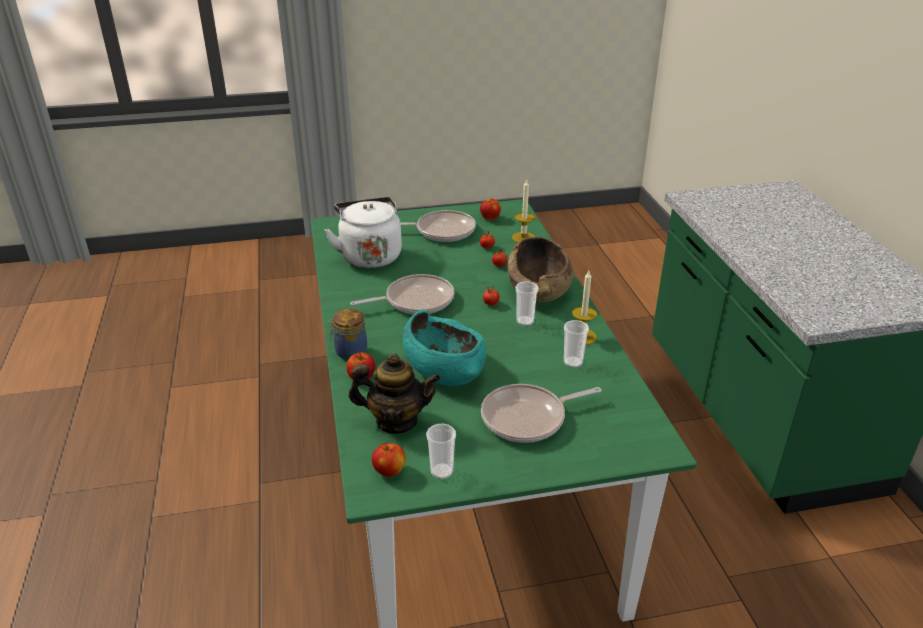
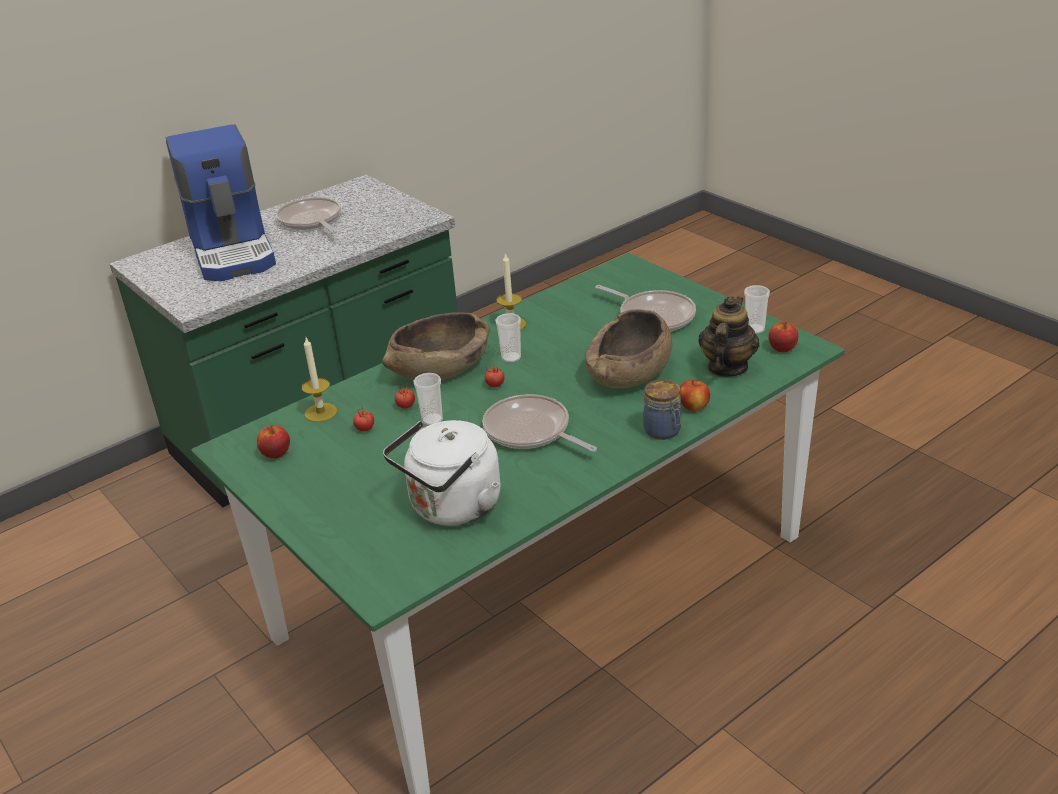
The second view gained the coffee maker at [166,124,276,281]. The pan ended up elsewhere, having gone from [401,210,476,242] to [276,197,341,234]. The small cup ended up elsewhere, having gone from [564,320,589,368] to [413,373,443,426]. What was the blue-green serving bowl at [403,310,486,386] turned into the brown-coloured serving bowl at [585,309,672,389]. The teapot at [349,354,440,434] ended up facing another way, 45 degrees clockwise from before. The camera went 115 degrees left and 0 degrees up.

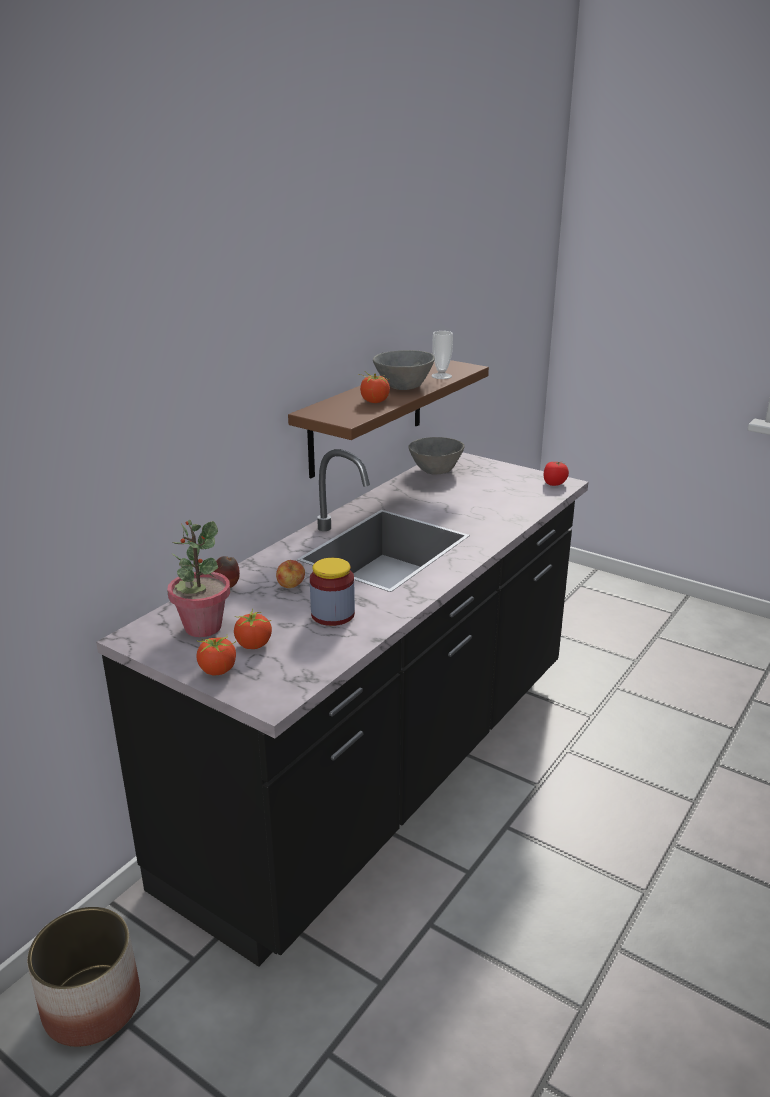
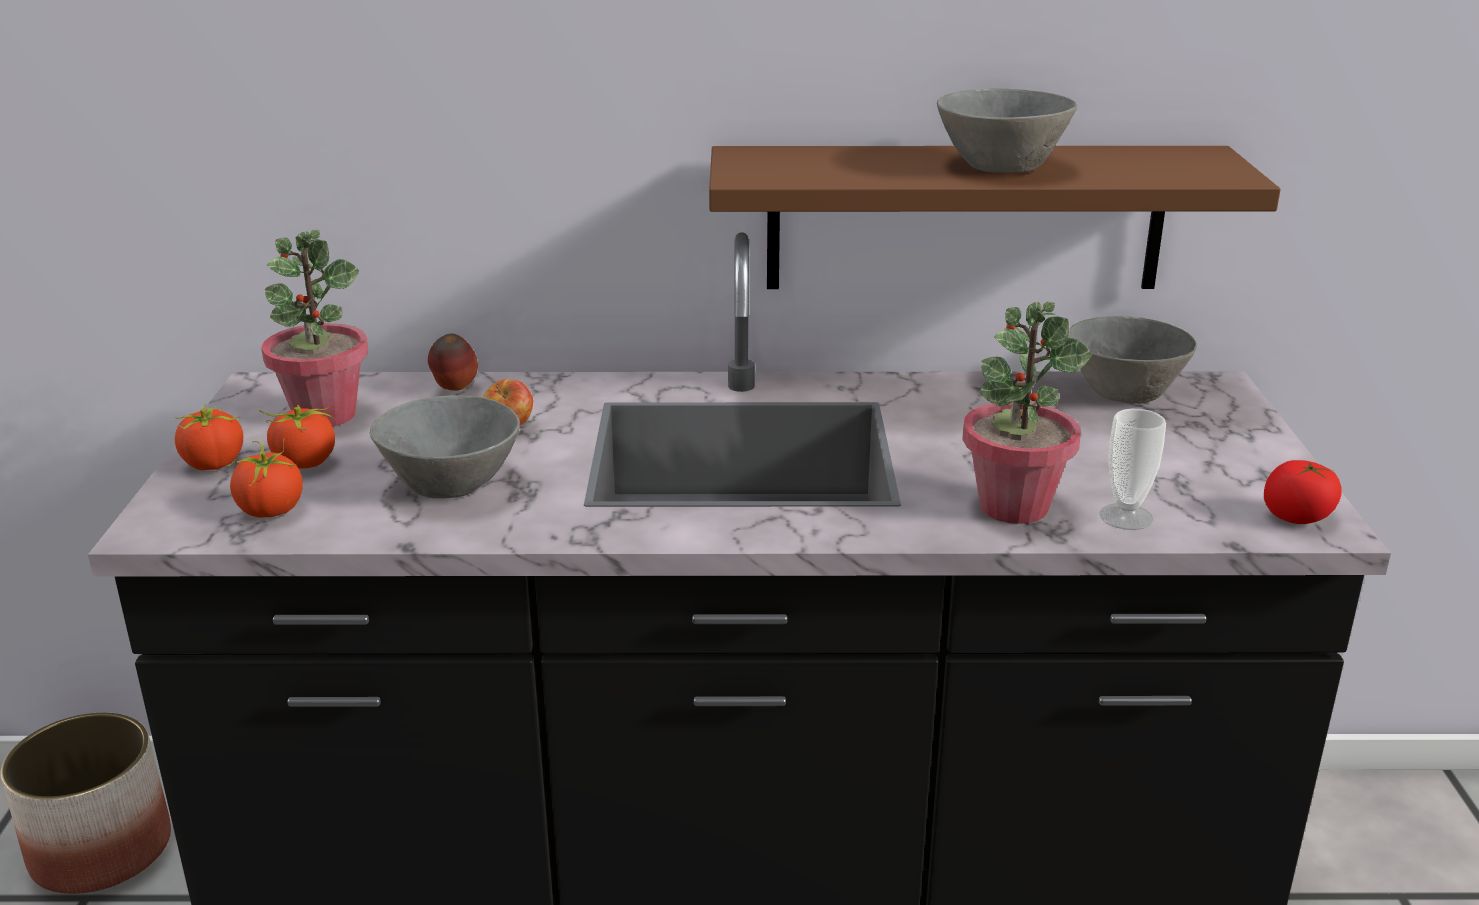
The second view gained the potted plant at [962,302,1092,524]. The fresh tomato ended up elsewhere, having gone from [359,371,390,403] to [226,438,303,518]. The small cup ended up elsewhere, having gone from [431,331,453,379] to [1099,409,1166,530]. Where the jar stood at [310,558,355,626], the grey serving bowl came to stand at [370,395,520,499]. The camera went 55 degrees right and 0 degrees up.

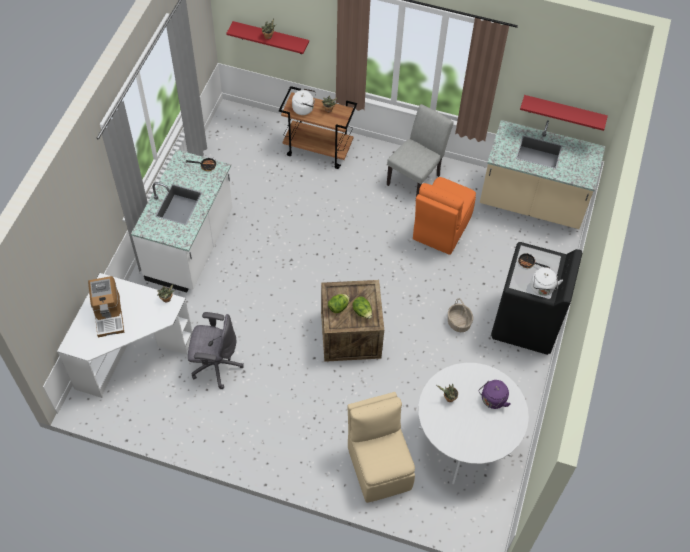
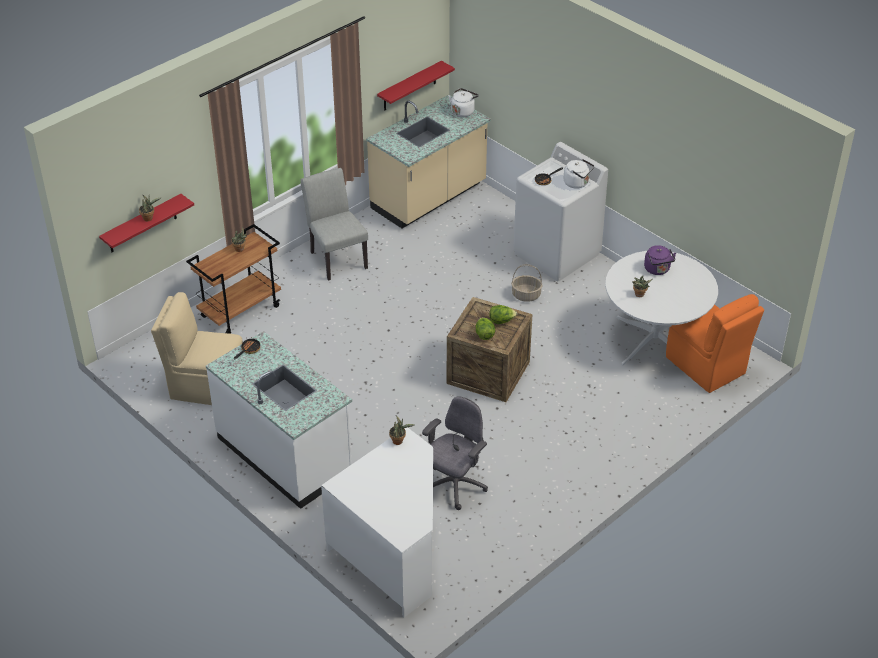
The second view lost the coffee maker at [88,276,124,337]. The whitish kettle ended up elsewhere, having gone from [292,88,316,115] to [448,88,479,117]. The beige upright chair ended up elsewhere, having gone from [348,392,415,503] to [151,292,243,405]. The orangey upright chair ended up elsewhere, having gone from [413,177,476,255] to [666,294,764,393]. What was the black laundry machine at [491,242,582,355] turned into the whitish laundry machine at [513,142,608,281]. The camera went 60 degrees left and 15 degrees down.

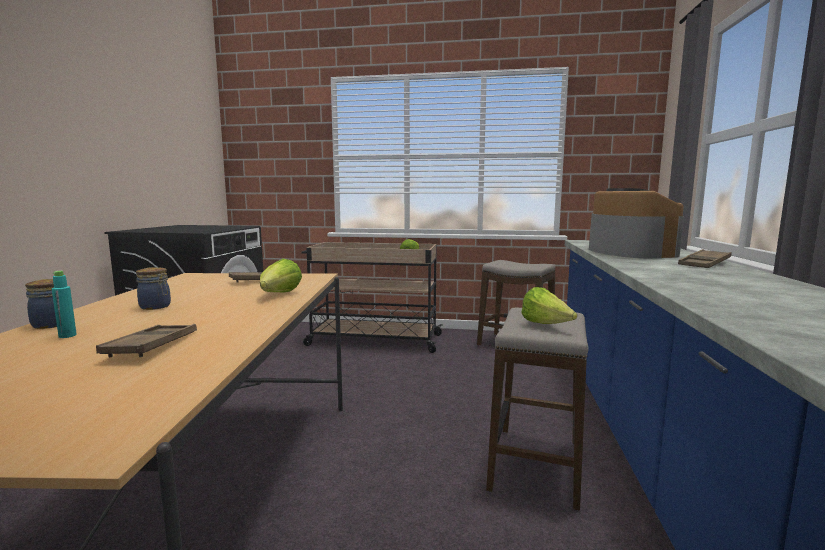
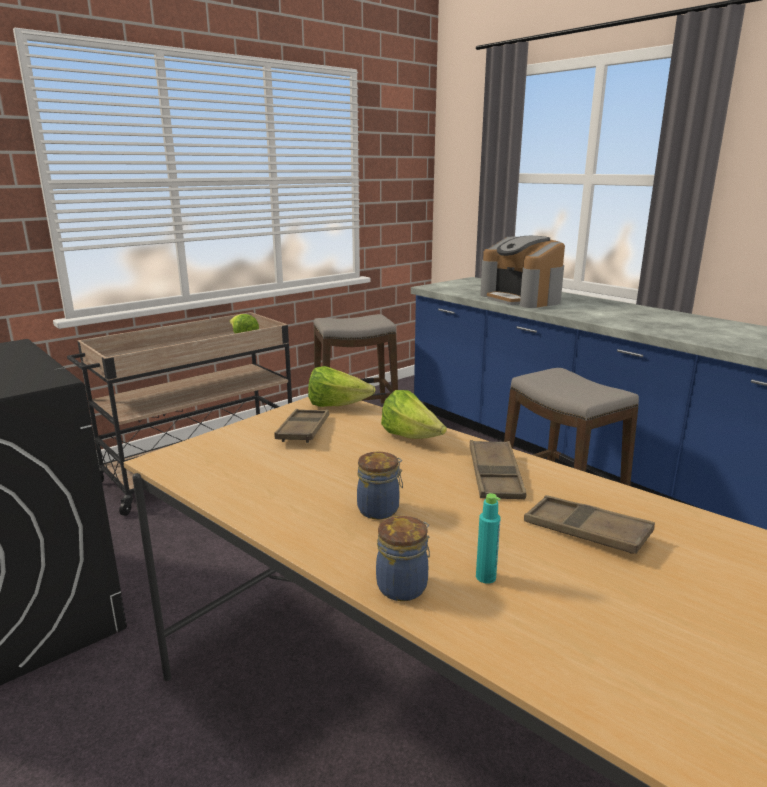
The lettuce head ended up elsewhere, having gone from [522,287,577,324] to [308,366,376,407]. The brown-coloured tray ended up elsewhere, having gone from [678,249,732,268] to [470,440,526,500]. The coffee maker at [589,188,684,258] ended up facing another way, 150 degrees counterclockwise from before. The camera went 50 degrees left and 10 degrees up.

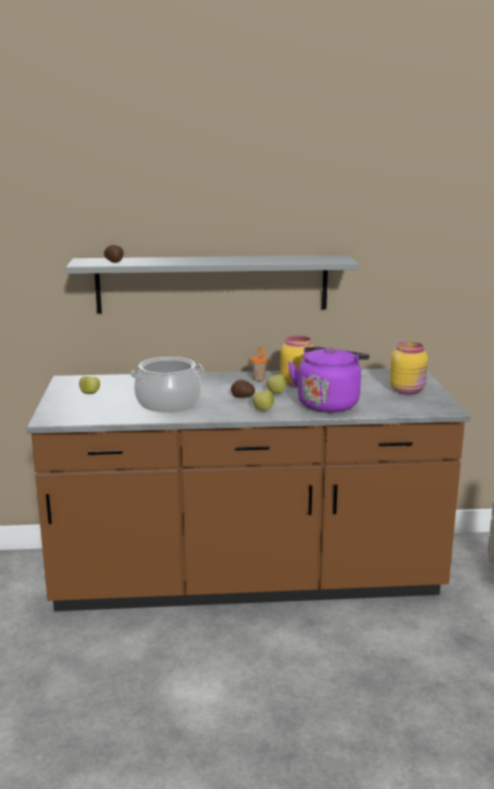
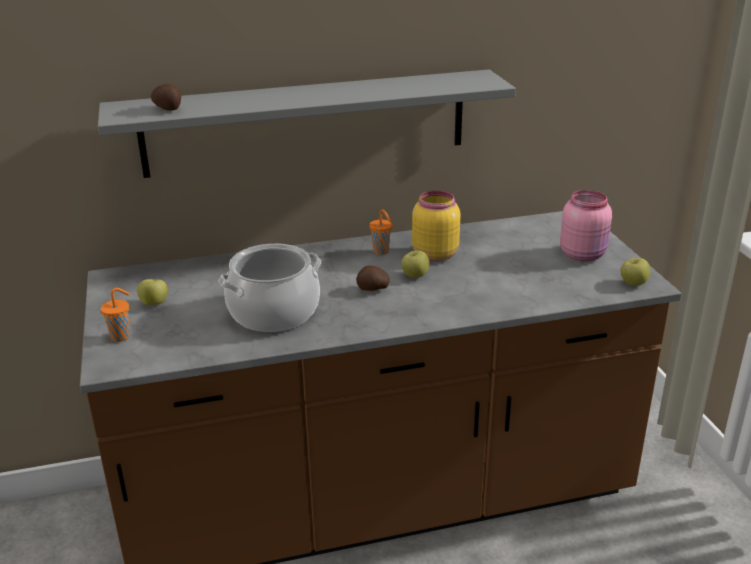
The second view lost the purple-coloured kettle at [288,346,369,412]. The second view gained the orangey small cup at [101,288,130,342]. The apple ended up elsewhere, having gone from [252,390,274,411] to [621,258,650,286]. What was the yellowish jar at [390,342,428,395] turned into the pink jar at [560,190,612,262]. The camera went 10 degrees left and 10 degrees up.

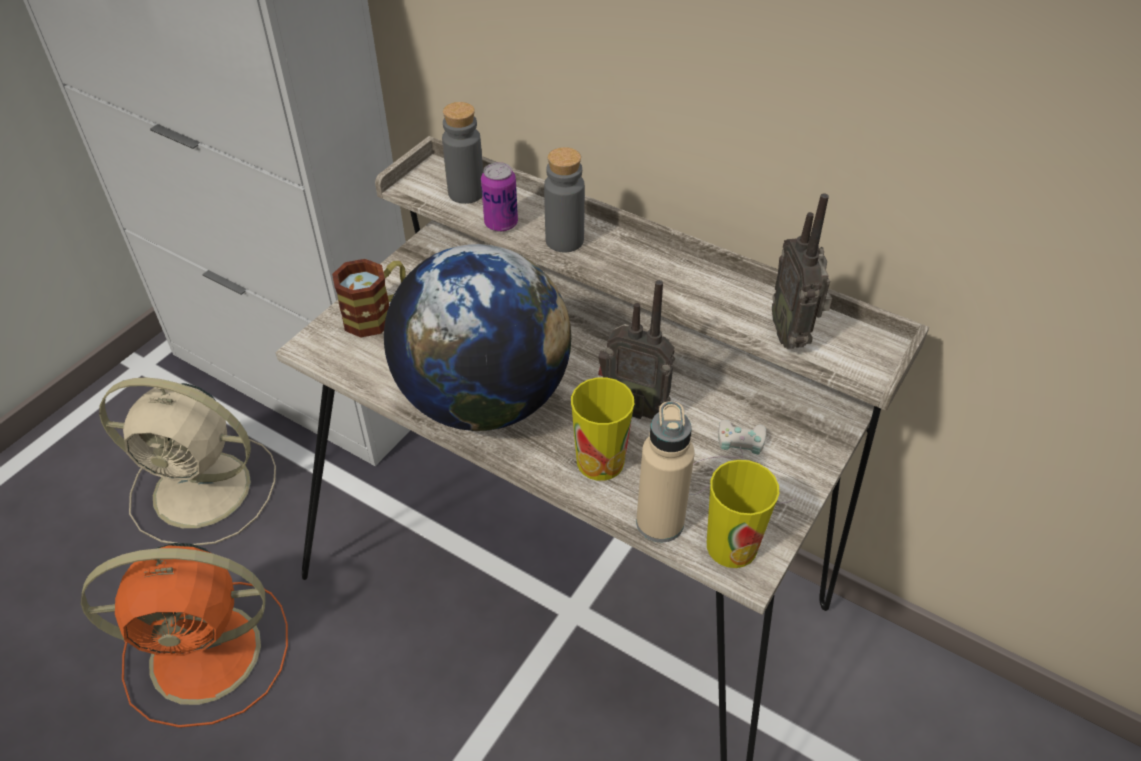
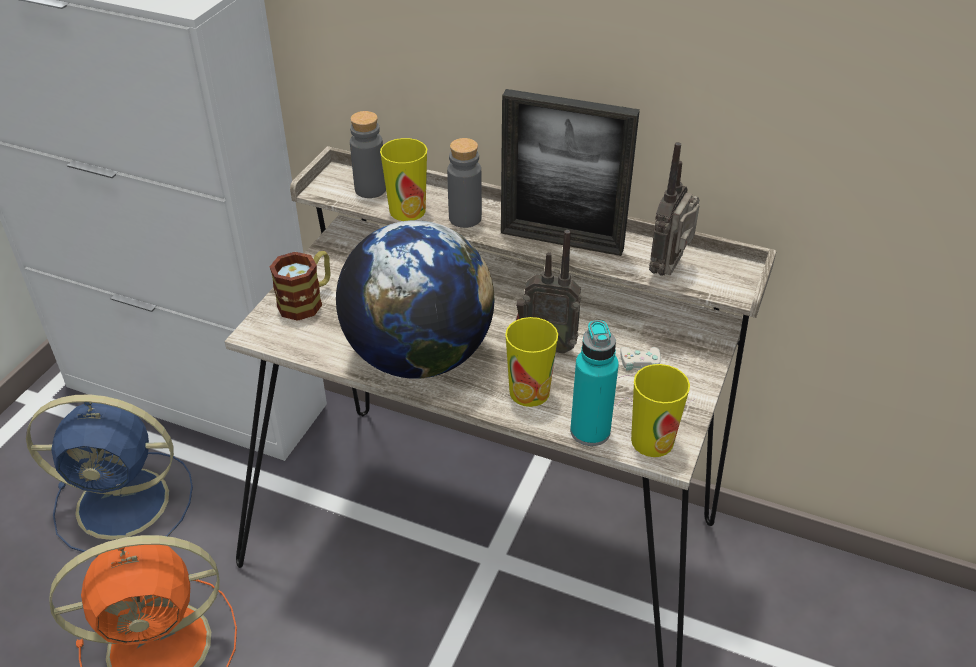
The second view gained the picture frame at [501,89,640,256]. Where the metal can stood at [481,162,518,232], the small cup came to stand at [380,138,427,221]. What was the beige cooling fan at [99,378,276,546] turned into the blue-coloured cooling fan at [26,394,193,552]. What was the beige drink bottle at [636,401,695,543] turned into the blue-green drink bottle at [570,320,619,446]. The radio receiver at [772,193,832,349] ended up facing another way, 45 degrees clockwise from before. The camera went 10 degrees left and 5 degrees down.

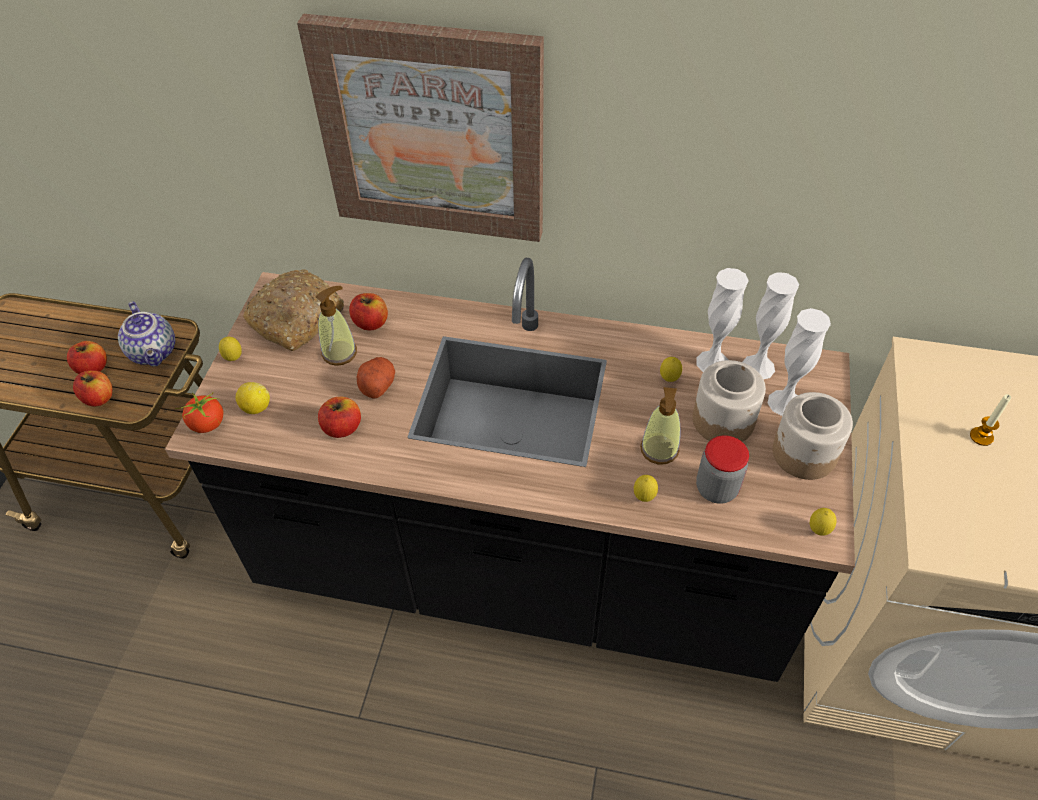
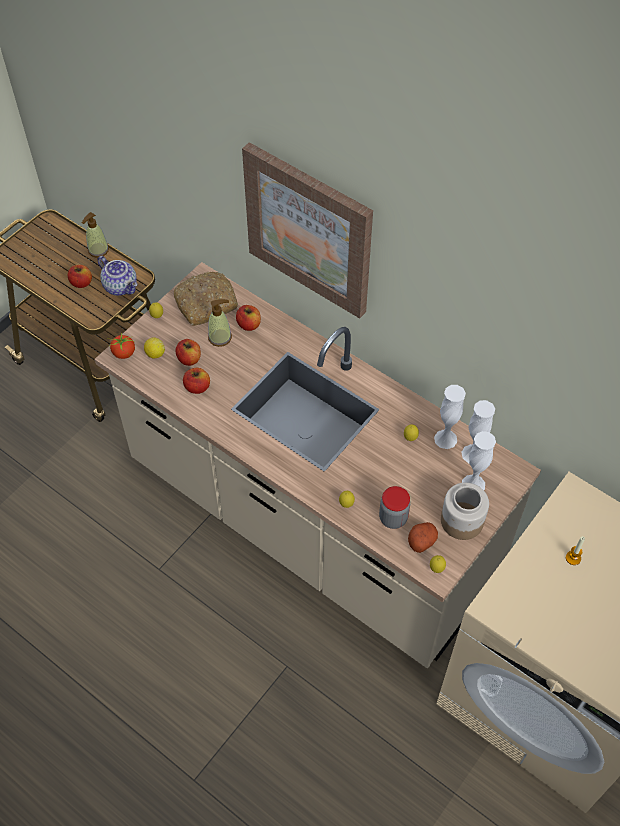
The second view lost the jar at [693,360,766,442]. The apple ended up elsewhere, having gone from [73,370,113,407] to [176,339,201,366]. The whole potato ended up elsewhere, having gone from [357,357,395,398] to [408,522,438,553]. The soap bottle ended up elsewhere, having gone from [640,387,680,465] to [82,212,109,257]. What was the black counter at [165,258,855,682] turned into the beige counter at [95,262,541,668]. The teapot at [118,302,175,366] ended up facing another way, 45 degrees counterclockwise from before. The camera went 25 degrees right and 5 degrees up.

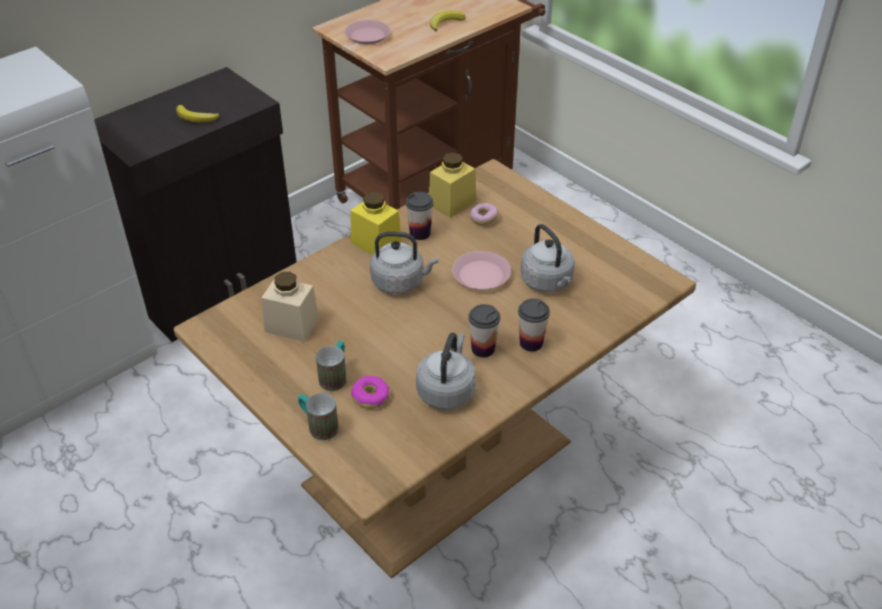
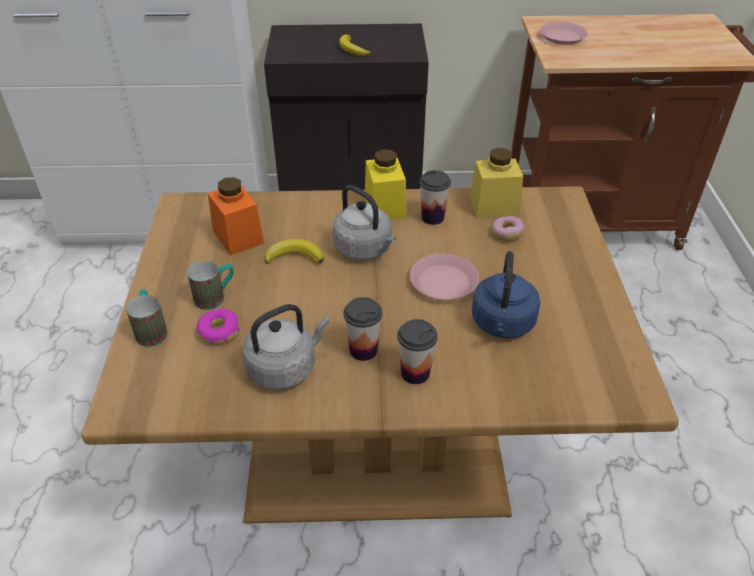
The whole banana ended up elsewhere, having gone from [430,11,466,32] to [265,239,324,264]. What was the beige jar at [261,272,319,342] turned into the orangey jar at [208,177,264,255]. What was the grey kettle at [521,224,575,292] turned into the blue-coloured kettle at [472,251,541,338]. The camera went 40 degrees right and 0 degrees up.

